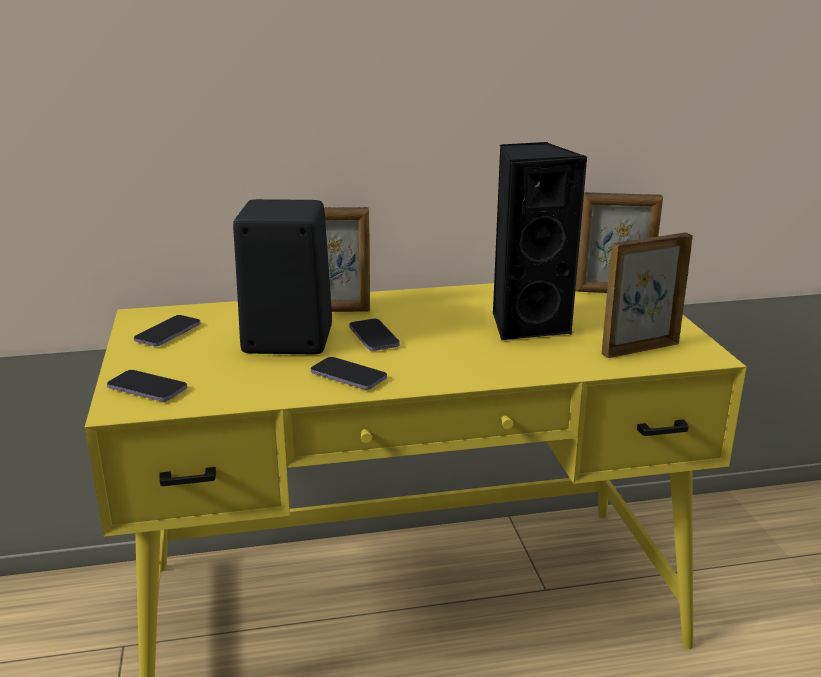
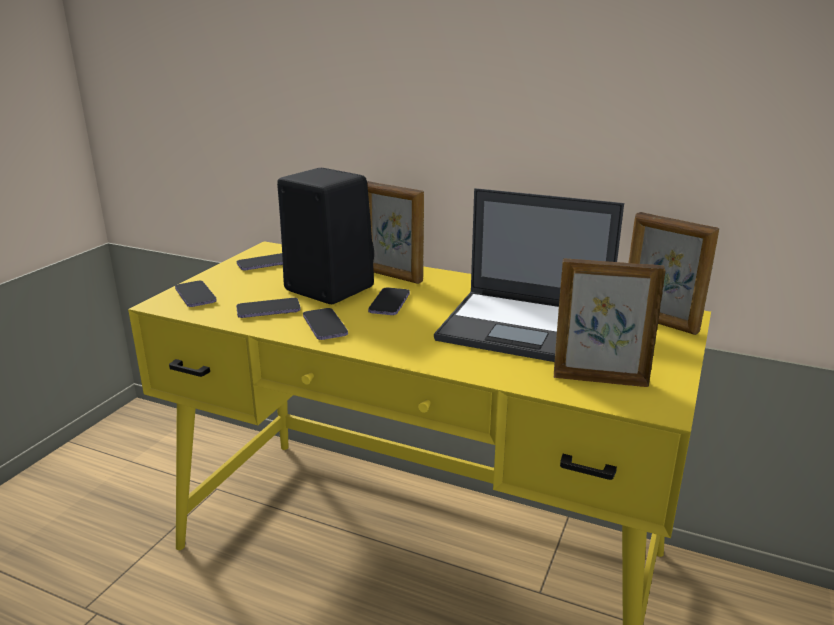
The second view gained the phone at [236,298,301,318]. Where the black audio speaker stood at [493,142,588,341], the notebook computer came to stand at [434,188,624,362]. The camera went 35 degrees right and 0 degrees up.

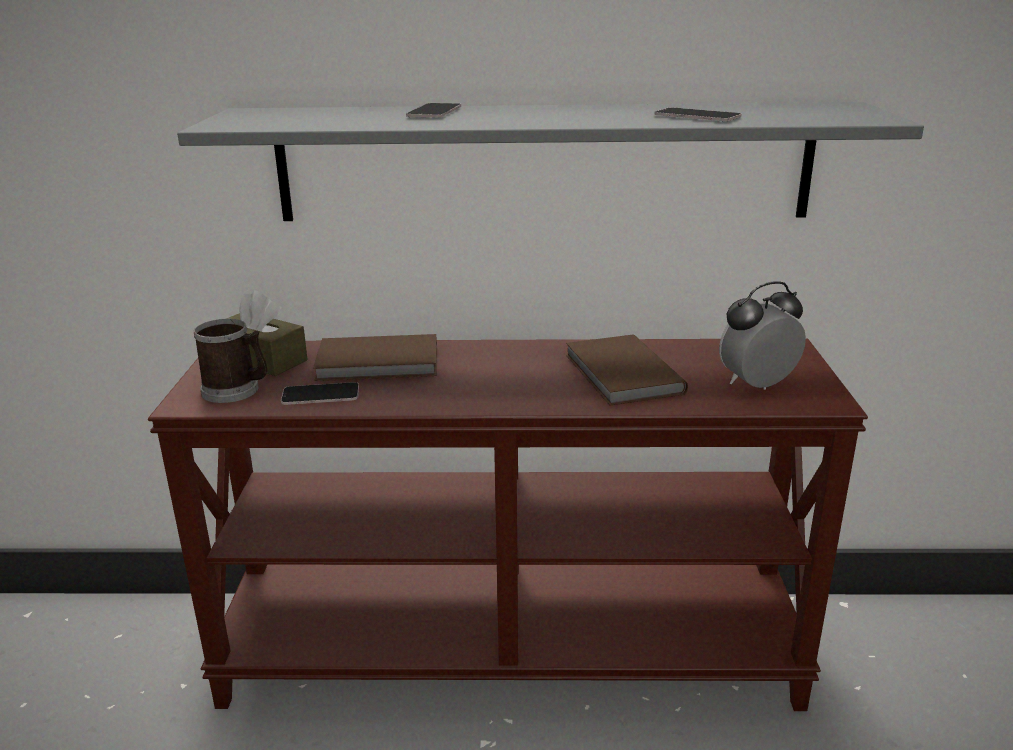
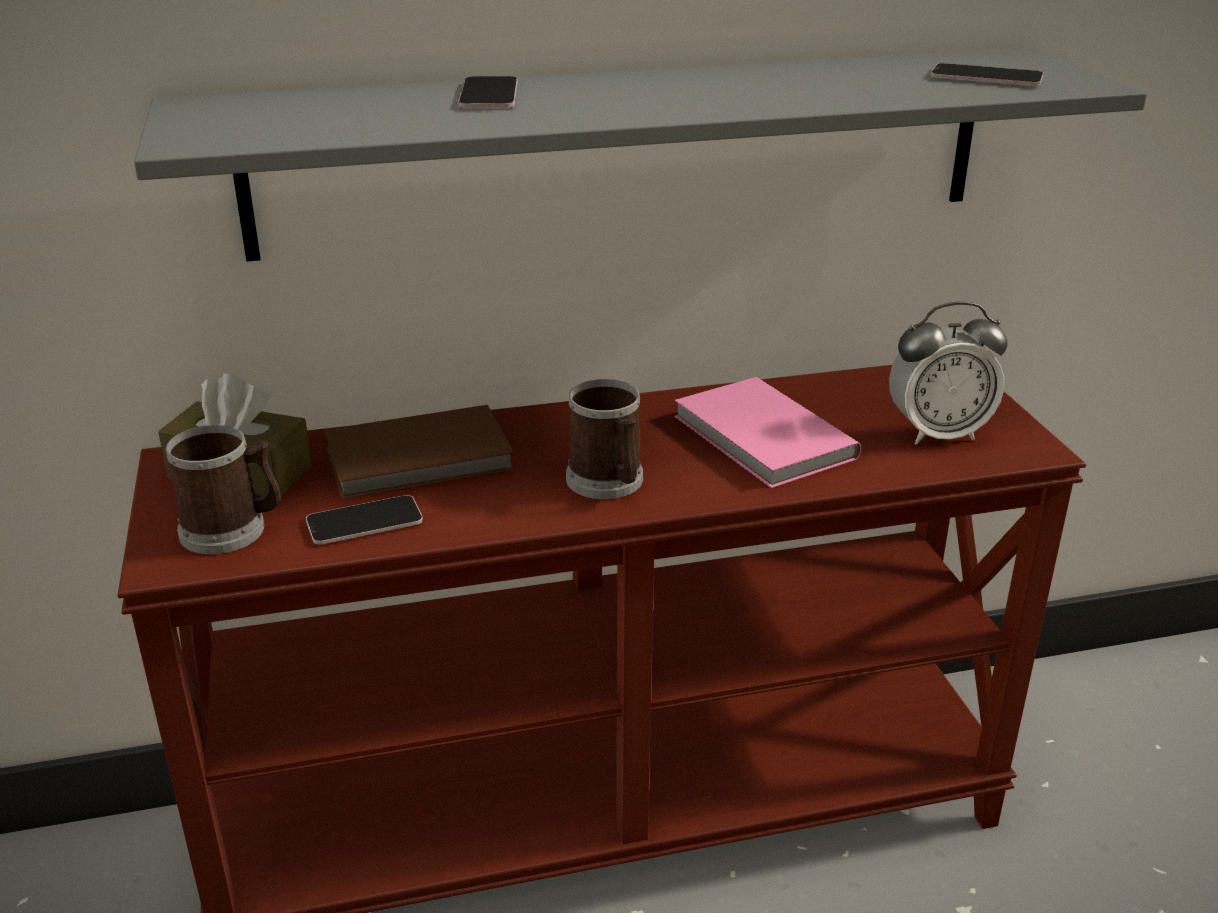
The second view gained the tea mug at [566,379,643,499]. The phone ended up elsewhere, having gone from [654,107,742,121] to [931,63,1044,86]. What was the brown-coloured volume at [566,335,688,406] turned into the pink volume at [674,377,861,488]. The alarm clock at [719,281,806,390] ended up facing another way, 150 degrees counterclockwise from before. The camera went 15 degrees left and 5 degrees up.

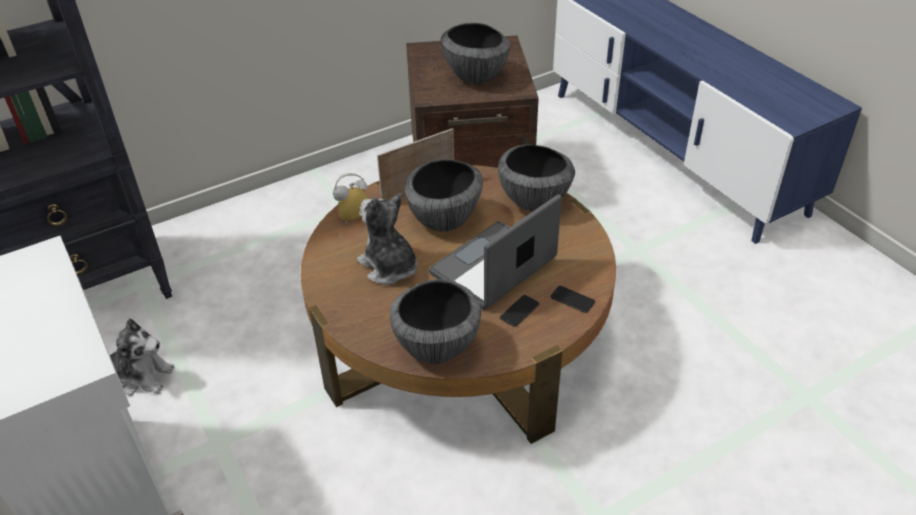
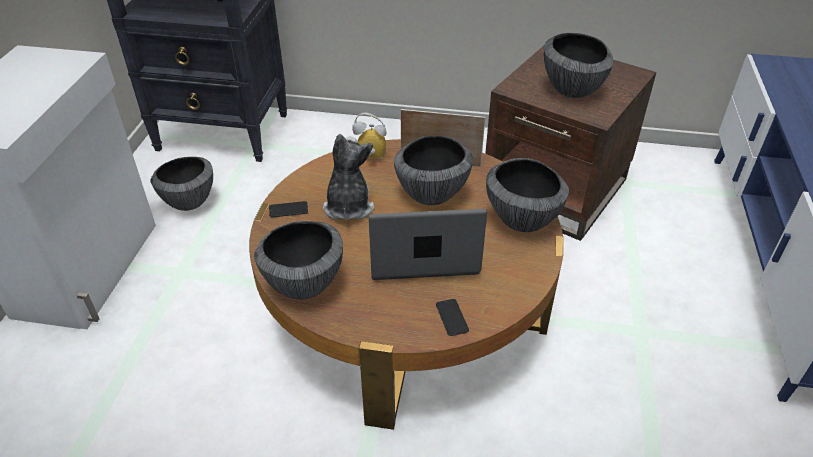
The phone ended up elsewhere, having gone from [500,295,539,327] to [269,201,308,217]. Where the plush toy stood at [110,319,175,396], the serving bowl came to stand at [151,157,213,211]. The camera went 40 degrees right and 0 degrees up.

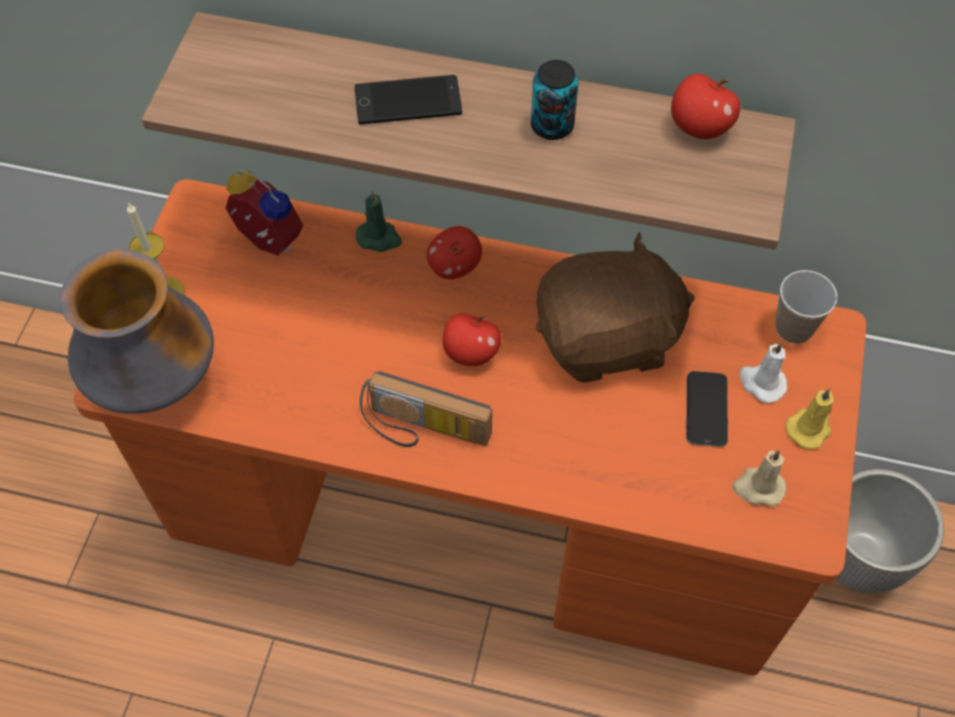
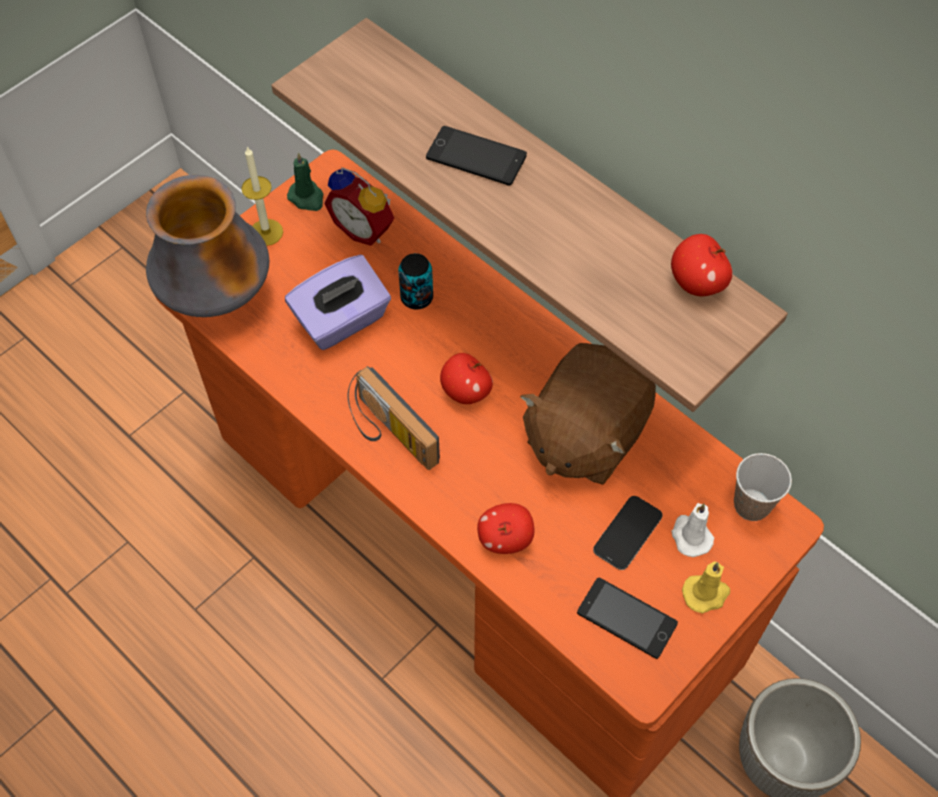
The second view gained the purple-coloured tissue holder at [285,255,391,350]. The green-coloured wax light ended up elsewhere, having gone from [356,190,402,252] to [287,152,323,211]. The apple ended up elsewhere, having gone from [427,226,482,279] to [477,503,534,554]. The metal can ended up elsewhere, having gone from [531,60,578,140] to [398,253,433,309]. Where the beige wax light stood at [732,450,786,506], the phone came to stand at [577,578,678,659]. The alarm clock at [226,169,303,256] ended up facing another way, 150 degrees clockwise from before. The brown-coloured plush toy at [536,232,695,383] ended up facing another way, 105 degrees clockwise from before. The camera went 30 degrees right and 0 degrees up.

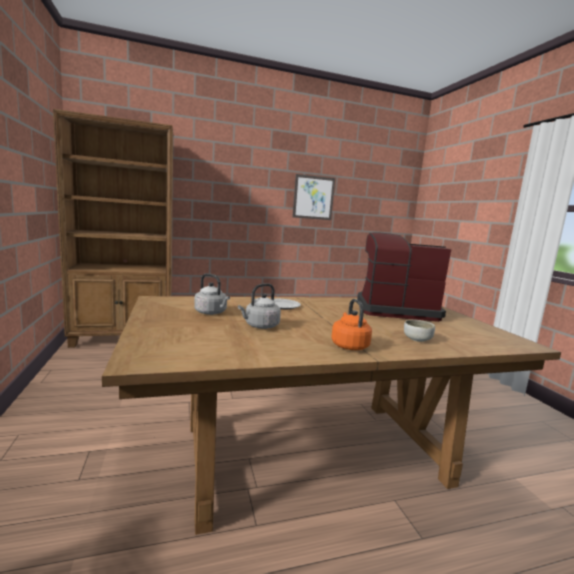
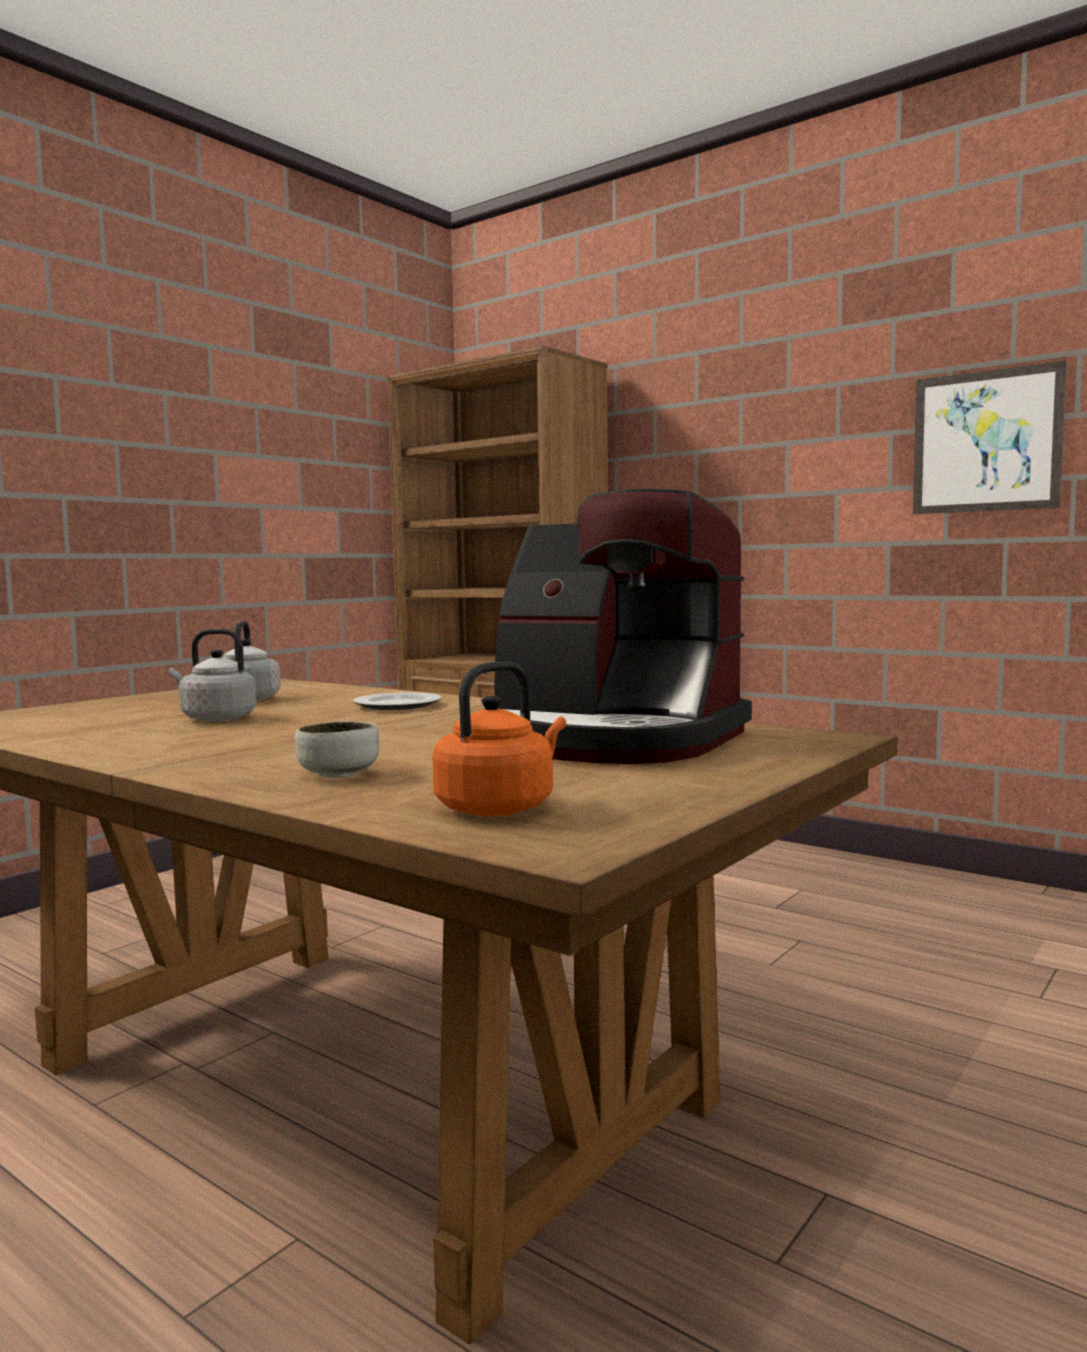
The orangey kettle ended up elsewhere, having gone from [331,299,372,350] to [433,662,566,816]. The coffee maker at [357,233,451,322] ended up facing another way, 150 degrees clockwise from before. The camera went 55 degrees right and 5 degrees down.

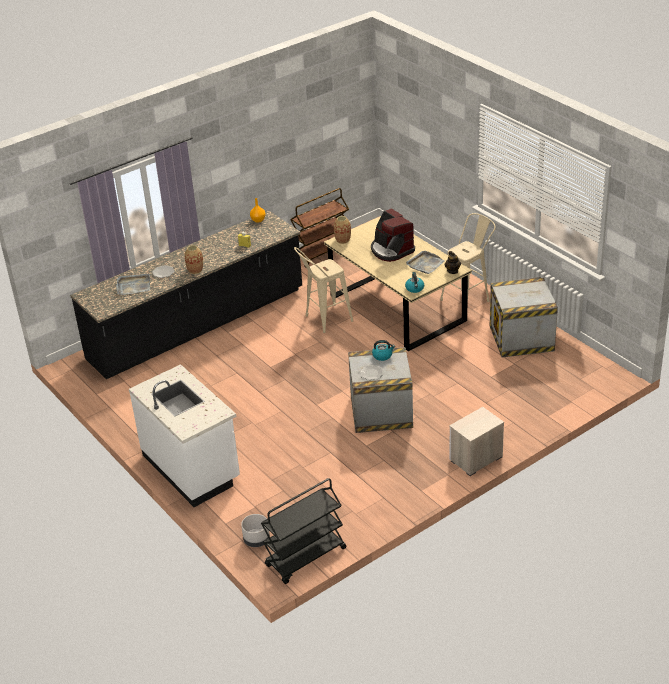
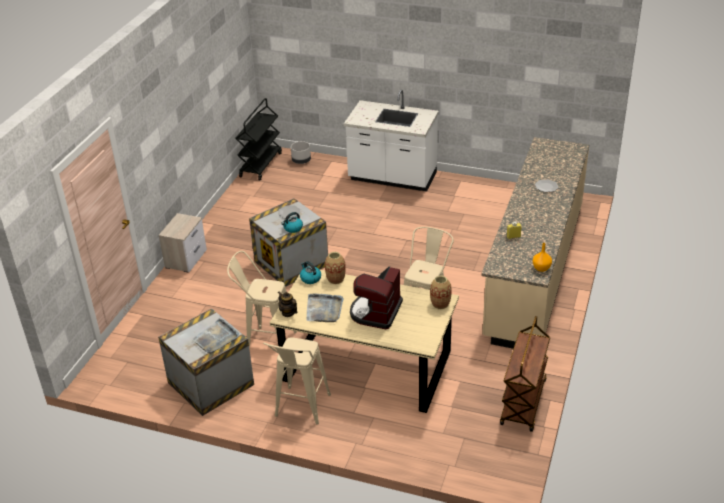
The second view gained the beige stool seat at [227,251,297,349]. The grey tray ended up elsewhere, having gone from [116,274,150,295] to [192,318,239,354]. The vase ended up elsewhere, having gone from [184,245,203,274] to [325,252,346,284]. What was the black counter at [70,211,302,379] turned into the beige counter at [481,137,589,349]. The coffee maker at [371,208,415,262] ended up facing another way, 90 degrees counterclockwise from before. The camera went 145 degrees right and 0 degrees up.

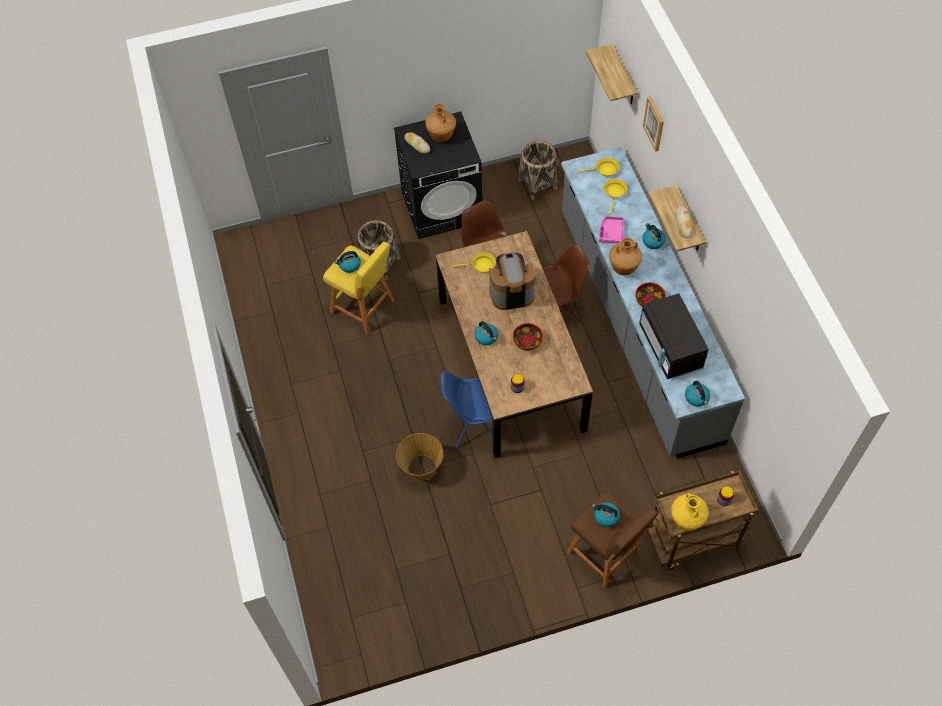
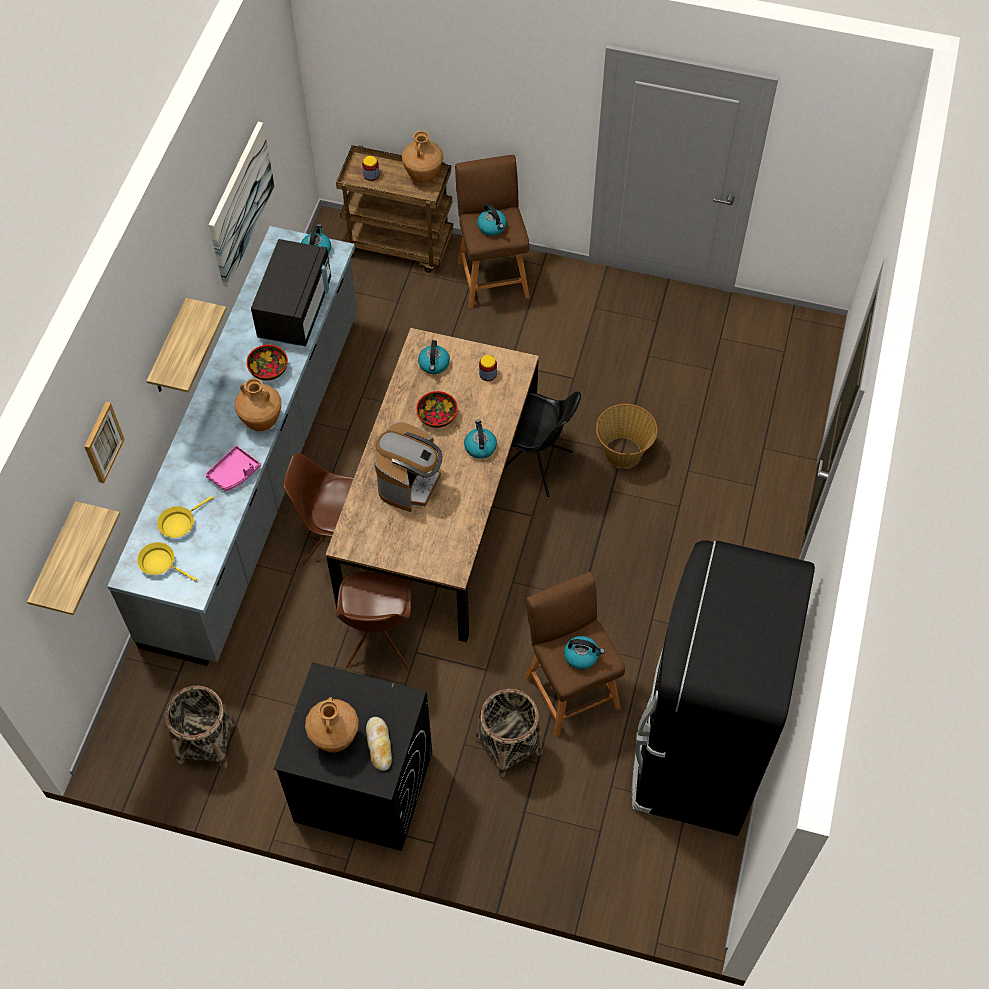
The second view lost the yellowish pan at [453,252,496,273]. The second view lost the bakery bread at [675,206,692,238]. The second view gained the wall picture at [209,122,274,287]. The second view gained the black refrigerator at [632,541,815,836]. The kettle ended up elsewhere, having gone from [642,223,666,249] to [418,340,450,374]. What was the yellowish stool seat at [323,242,394,334] turned into the brown-coloured stool seat at [525,572,625,737]. What was the blue-coloured upright chair at [441,371,493,449] turned into the black upright chair at [505,391,581,497]. What was the yellowish vase at [671,493,709,531] turned into the brown-coloured vase at [402,131,443,183]. The coffee maker at [489,253,536,310] ended up facing another way, 90 degrees counterclockwise from before. The camera went 150 degrees left and 0 degrees up.

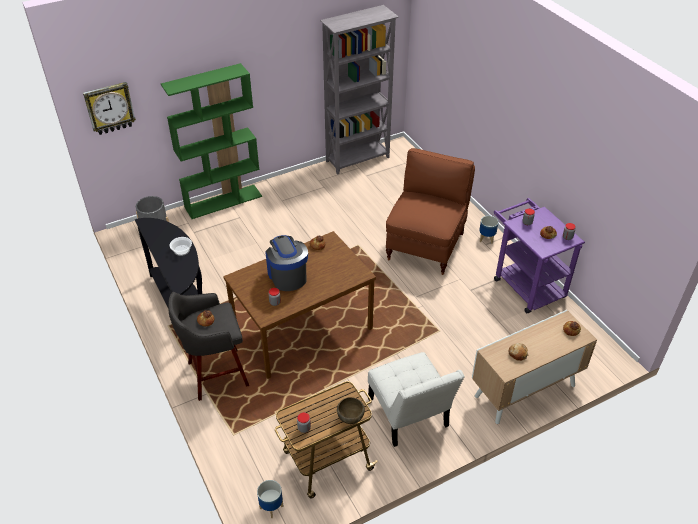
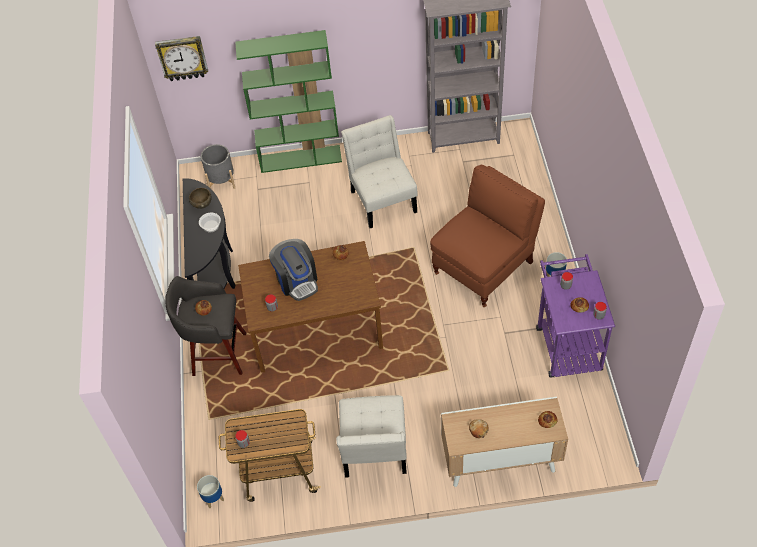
The second view gained the whitish upright chair at [341,115,417,228]. The brown-coloured serving bowl ended up elsewhere, having gone from [337,397,365,424] to [189,188,212,209]. The coffee maker at [265,235,308,291] ended up facing another way, 150 degrees clockwise from before. The camera went 25 degrees right and 10 degrees up.

